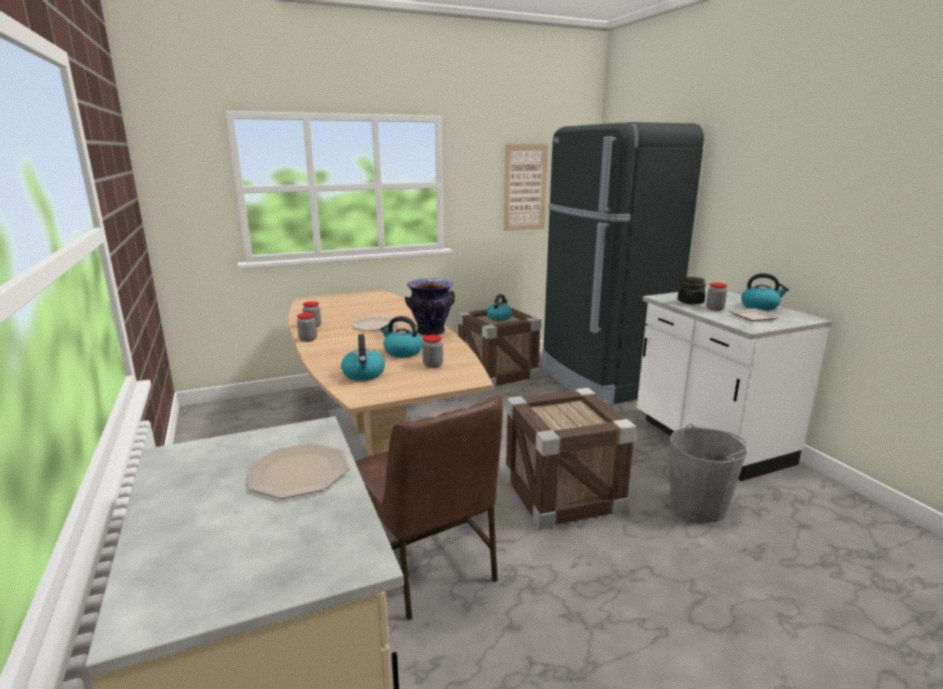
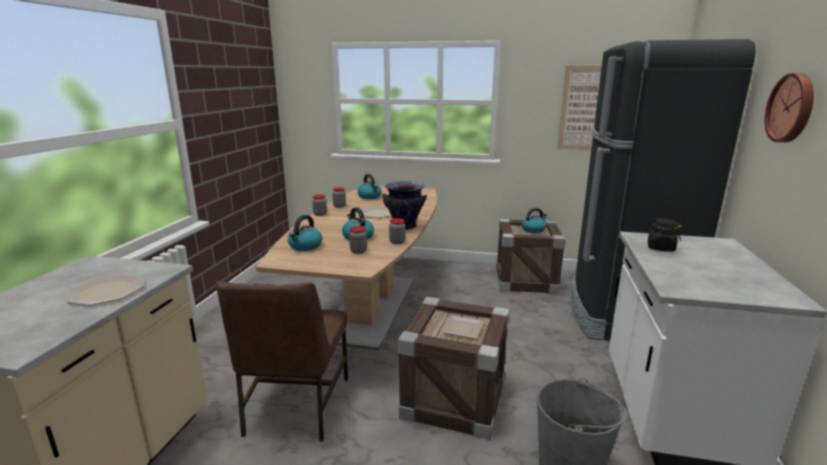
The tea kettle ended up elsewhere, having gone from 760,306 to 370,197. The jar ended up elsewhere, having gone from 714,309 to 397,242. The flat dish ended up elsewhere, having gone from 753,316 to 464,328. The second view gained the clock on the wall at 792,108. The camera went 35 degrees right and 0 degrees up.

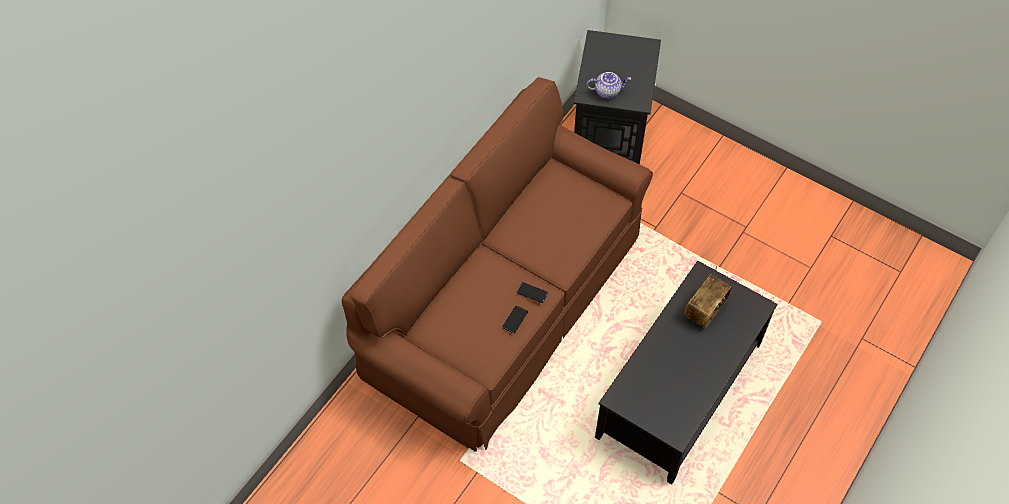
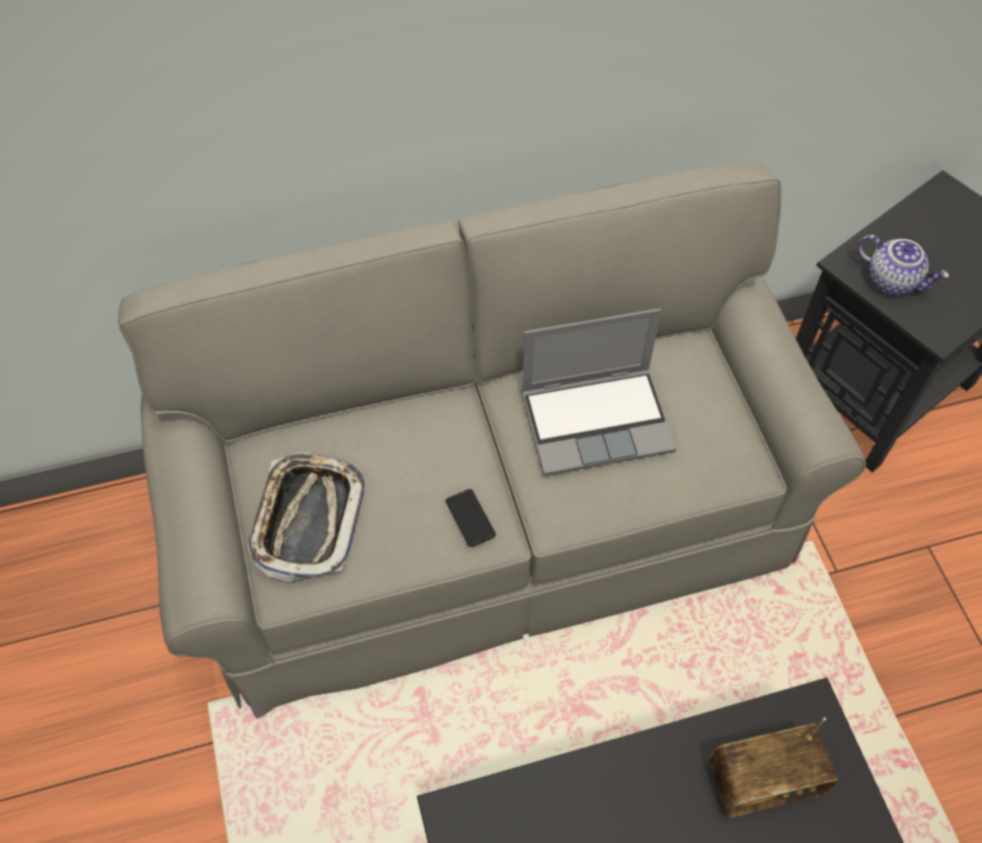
What was the brown-coloured sofa at 504,304 turned into the grey sofa at 490,519. The second view lost the telephone at 515,319. The second view gained the laptop at 598,420. The second view gained the carrying tray at 308,519. The camera went 40 degrees right and 0 degrees up.

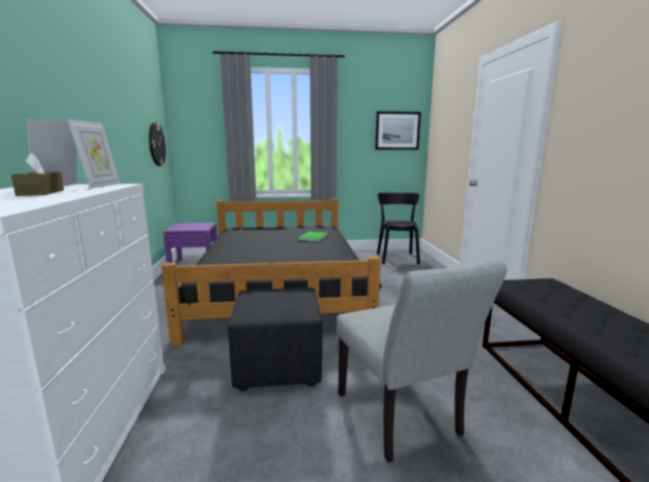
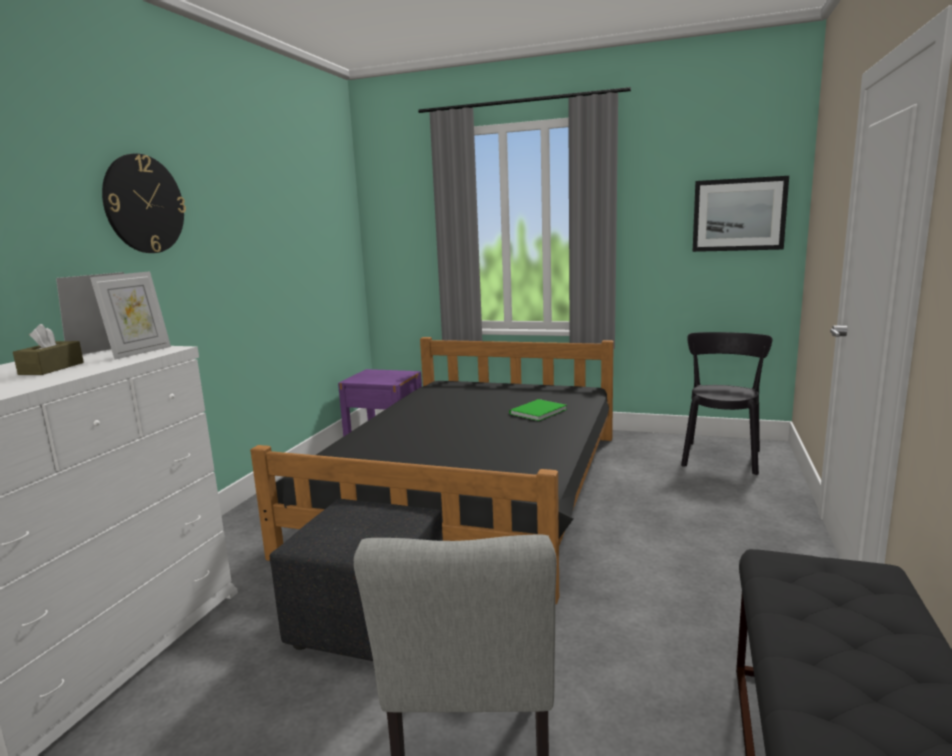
The clock on the wall ended up elsewhere, having gone from 156,144 to 144,204. The camera went 25 degrees right and 0 degrees up.

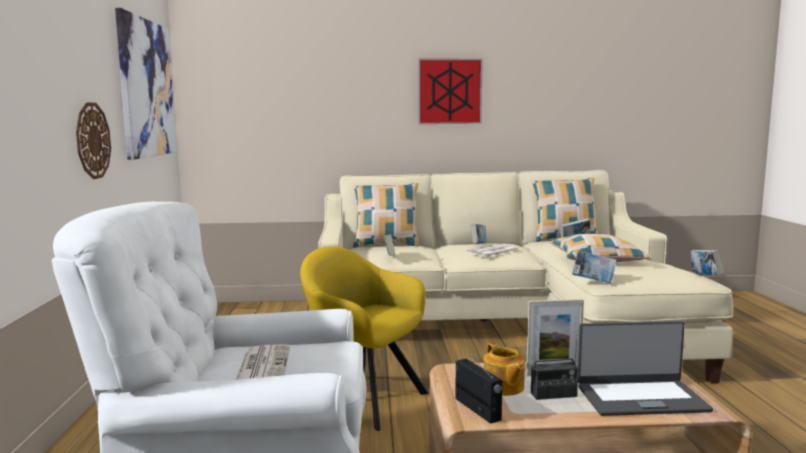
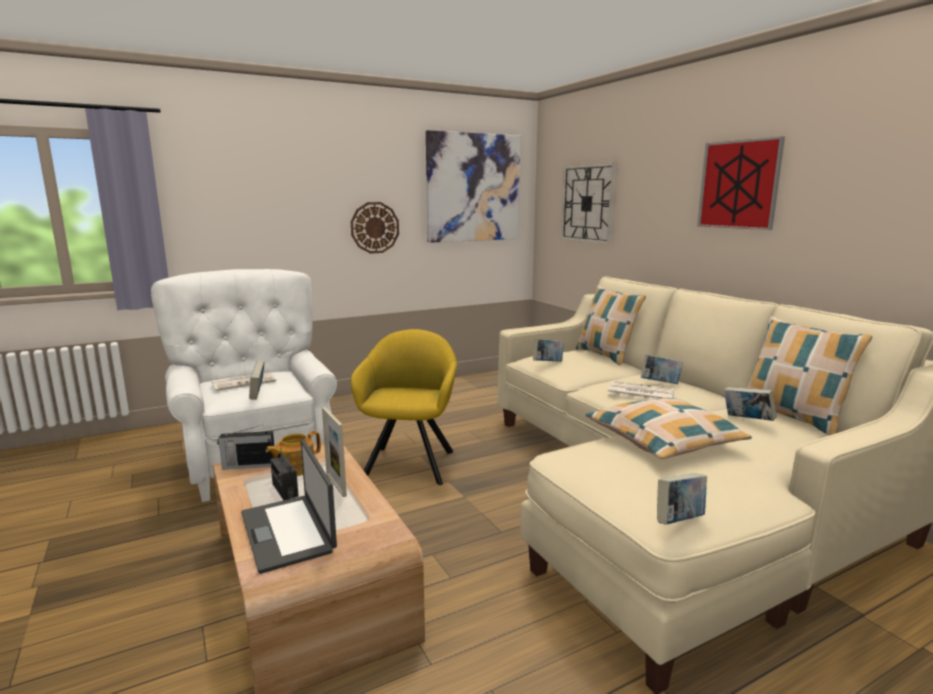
The bound book ended up elsewhere, having gone from 593,282 to 258,394. The radio receiver at 478,409 ended up facing another way, 45 degrees clockwise from before. The second view gained the clock on the wall at 587,203. The camera went 65 degrees right and 5 degrees up.

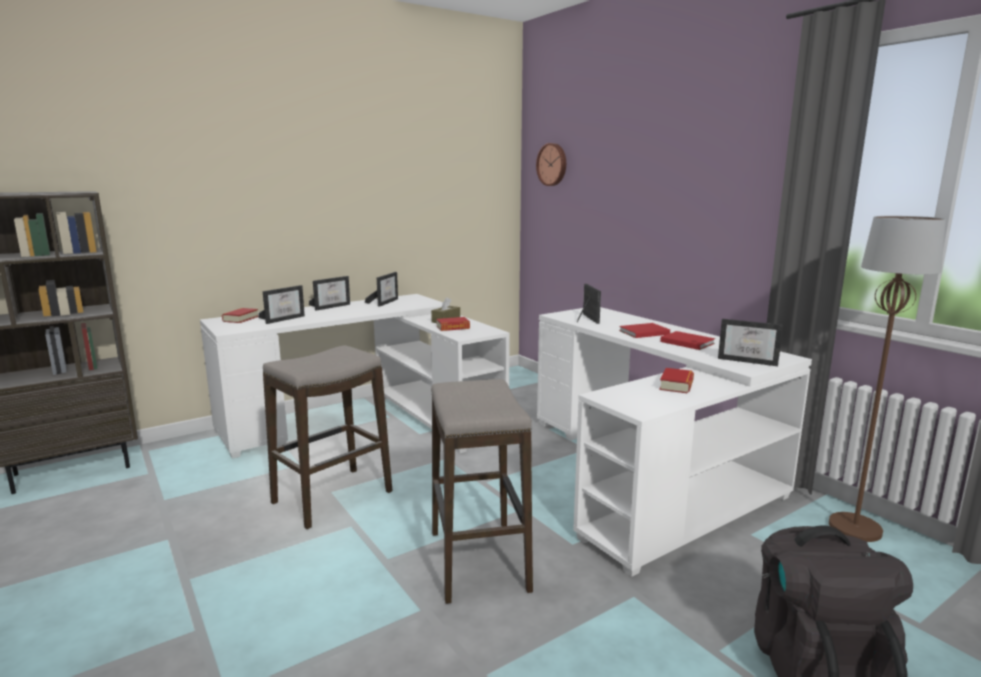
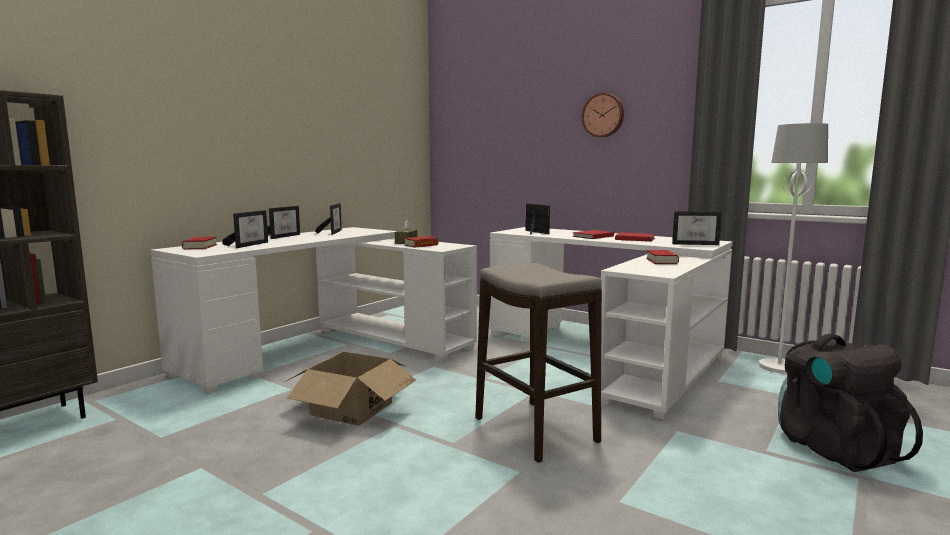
The clock on the wall ended up elsewhere, having gone from 552,164 to 603,115. What was the brown-coloured floor lamp at 855,528 turned into the white floor lamp at 779,367. Where the stool seat stood at 332,497, the packing box came to stand at 352,408. The camera went 20 degrees left and 5 degrees down.

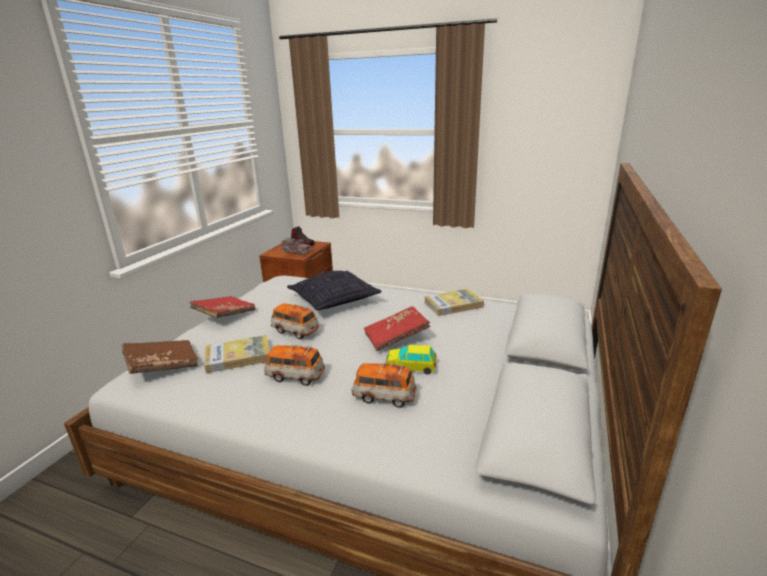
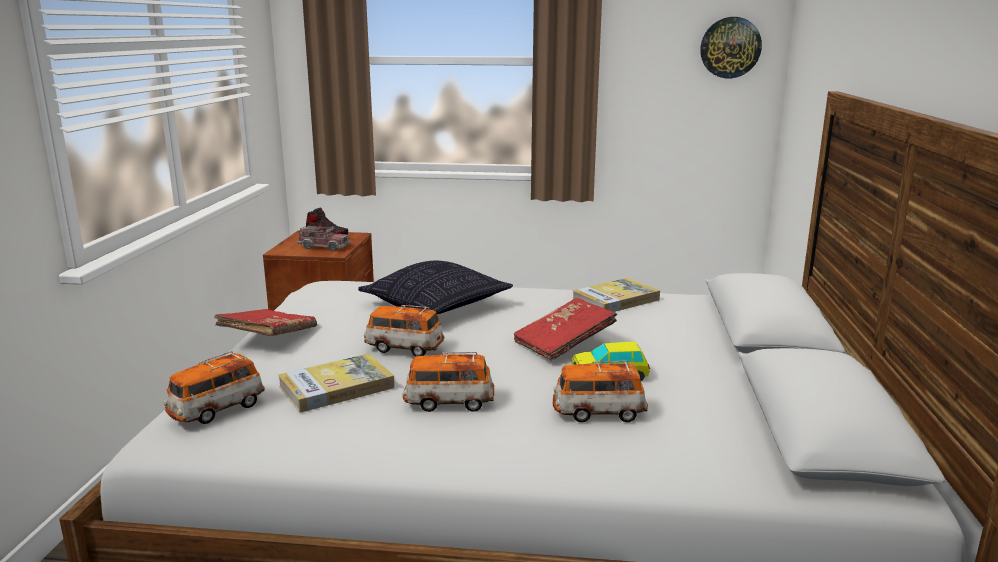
Where the brown-coloured bound book stood at 163,365, the model car came to stand at 217,410. The second view gained the clock on the wall at 730,47. The camera went 15 degrees left and 5 degrees down.

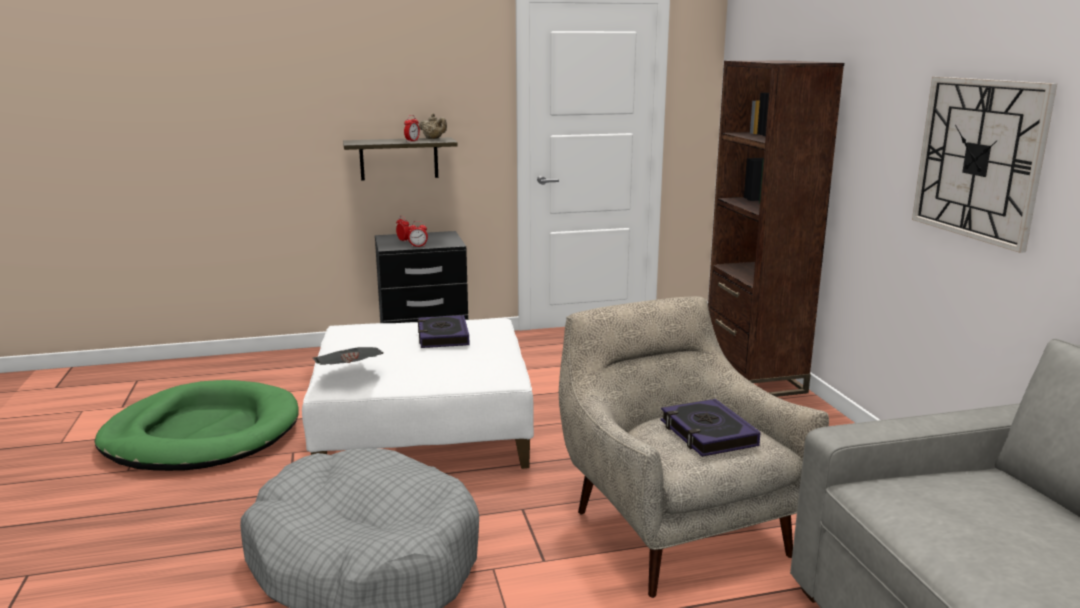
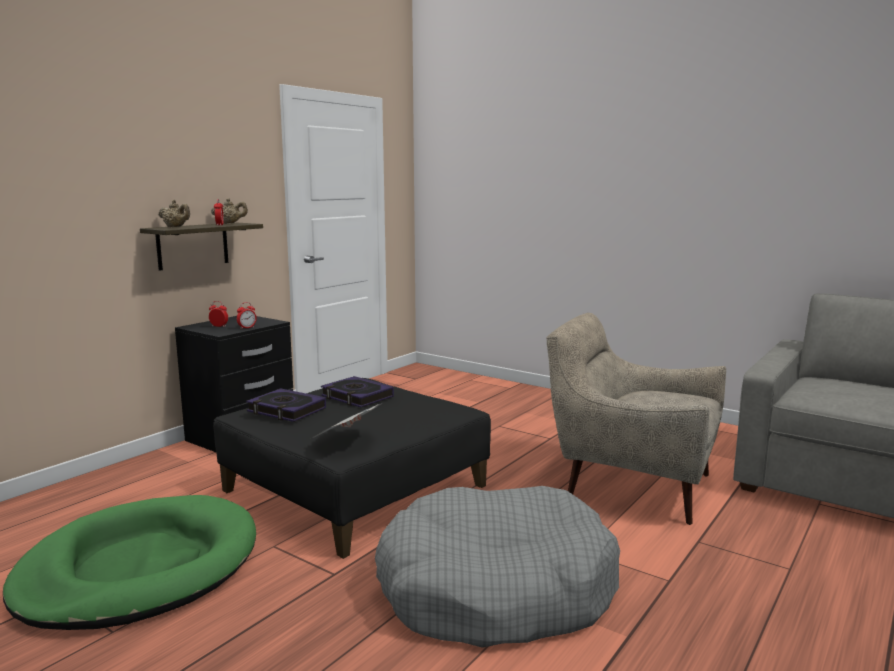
The second view lost the brown-coloured bookcase at 753,377. The second view lost the clock on the wall at 979,159. What was the white ottoman at 422,428 turned into the black ottoman at 355,488. The bound book ended up elsewhere, having gone from 707,434 to 286,410. The second view gained the sand-coloured pot for tea at 176,227. The camera went 40 degrees left and 5 degrees down.

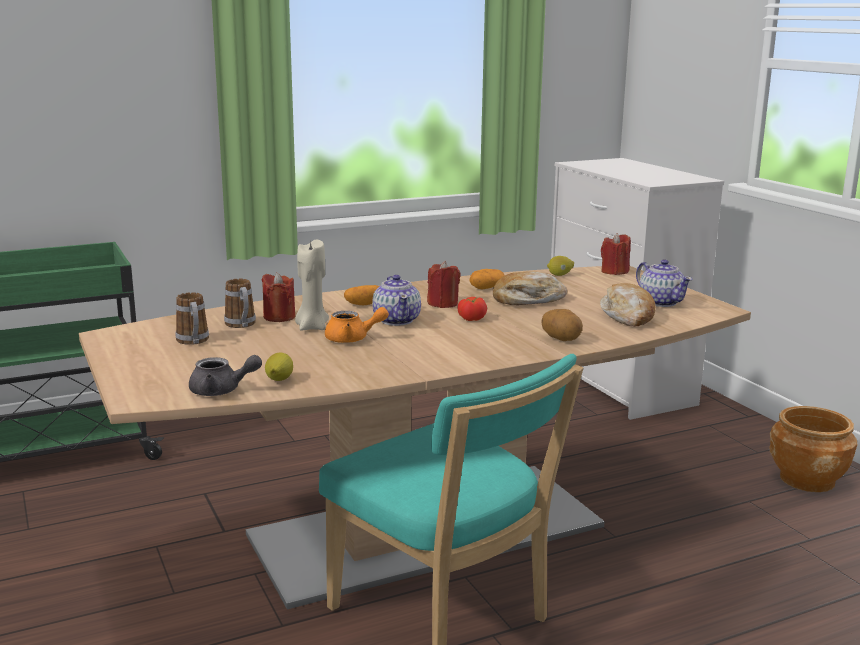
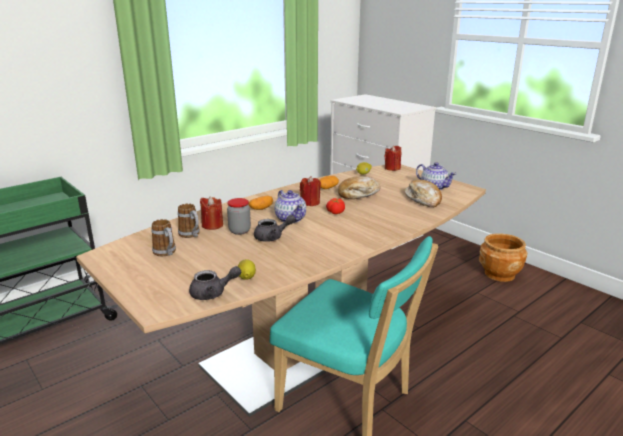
Where the sand-coloured candle stood at 312,327, the jar came to stand at 239,231. What was the orange-coloured pot for tea at 352,339 turned into the grey pot for tea at 272,237. The second view lost the potato at 561,339. The camera went 15 degrees left and 5 degrees up.

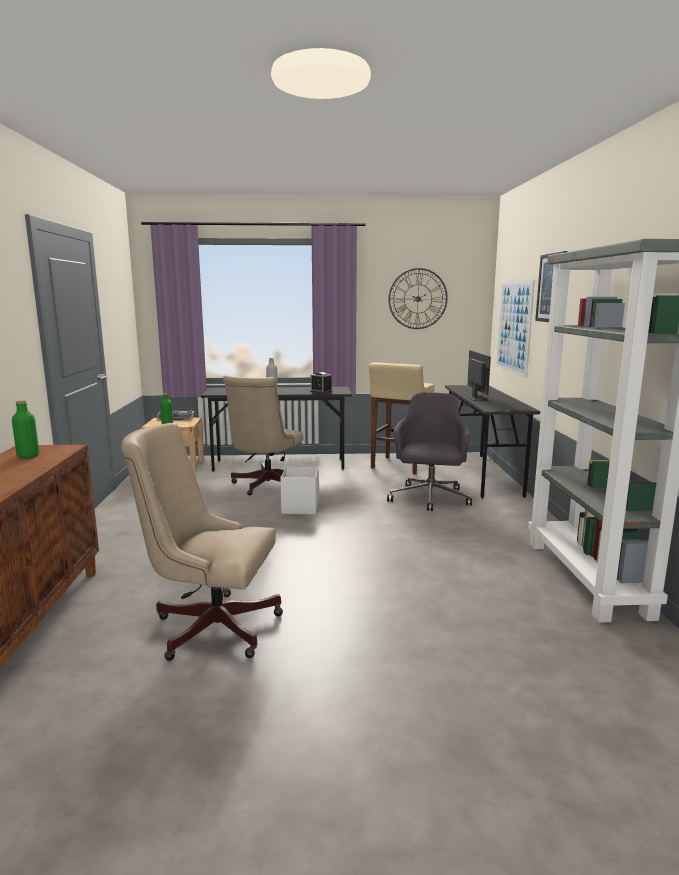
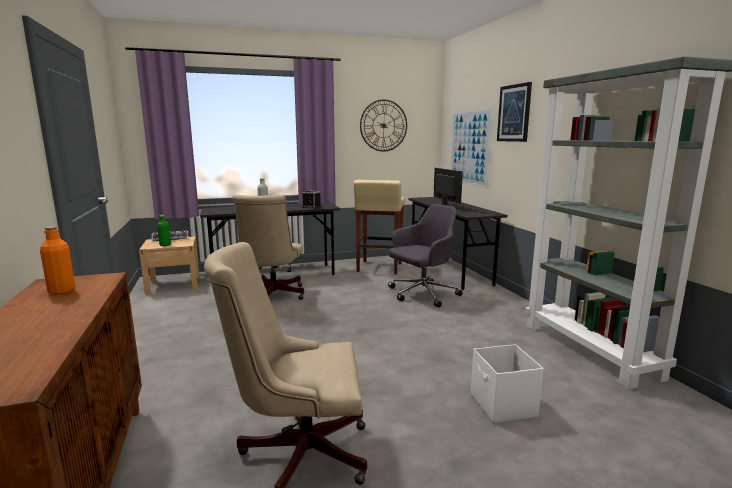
The grey computer chair at 429,498 ended up facing another way, 60 degrees clockwise from before. What was the green-coloured beverage bottle at 28,456 turned into the orange-coloured beverage bottle at 62,291. The white storage container ended up elsewhere, having gone from 300,508 to 502,406. The camera went 15 degrees left and 0 degrees up.

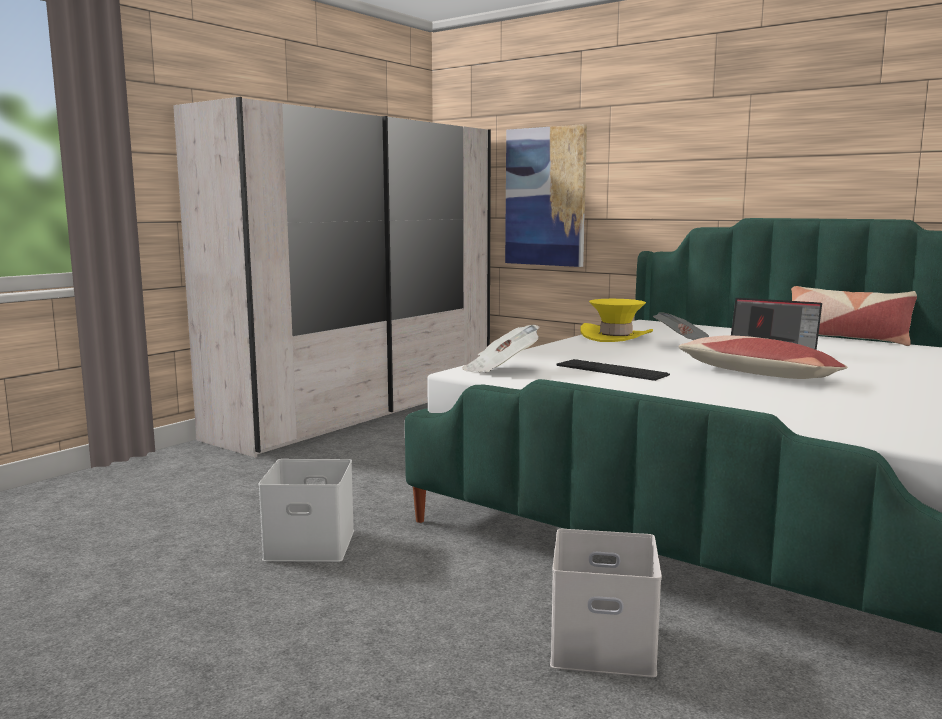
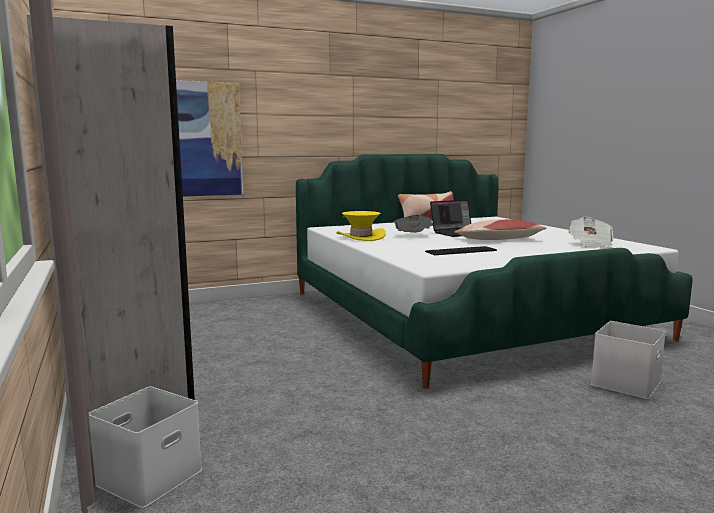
The daily paper ended up elsewhere, having gone from 501,369 to 590,245. The white storage container ended up elsewhere, having gone from 312,544 to 149,475. The camera went 60 degrees left and 0 degrees up.

